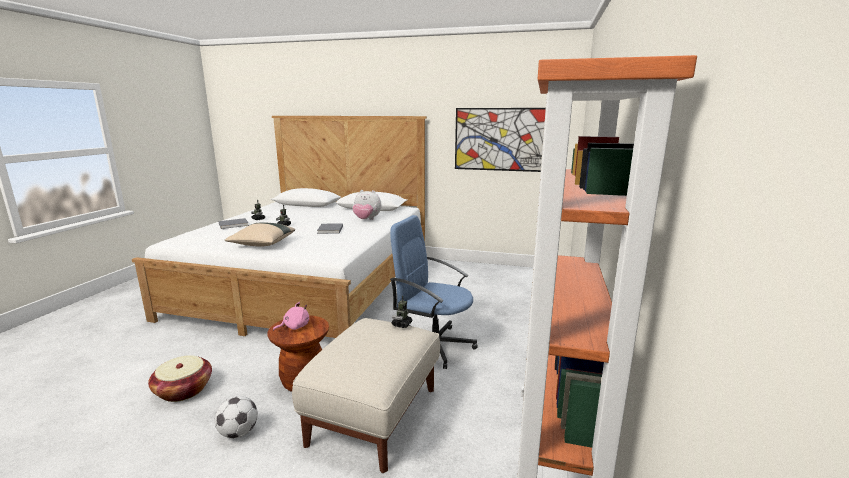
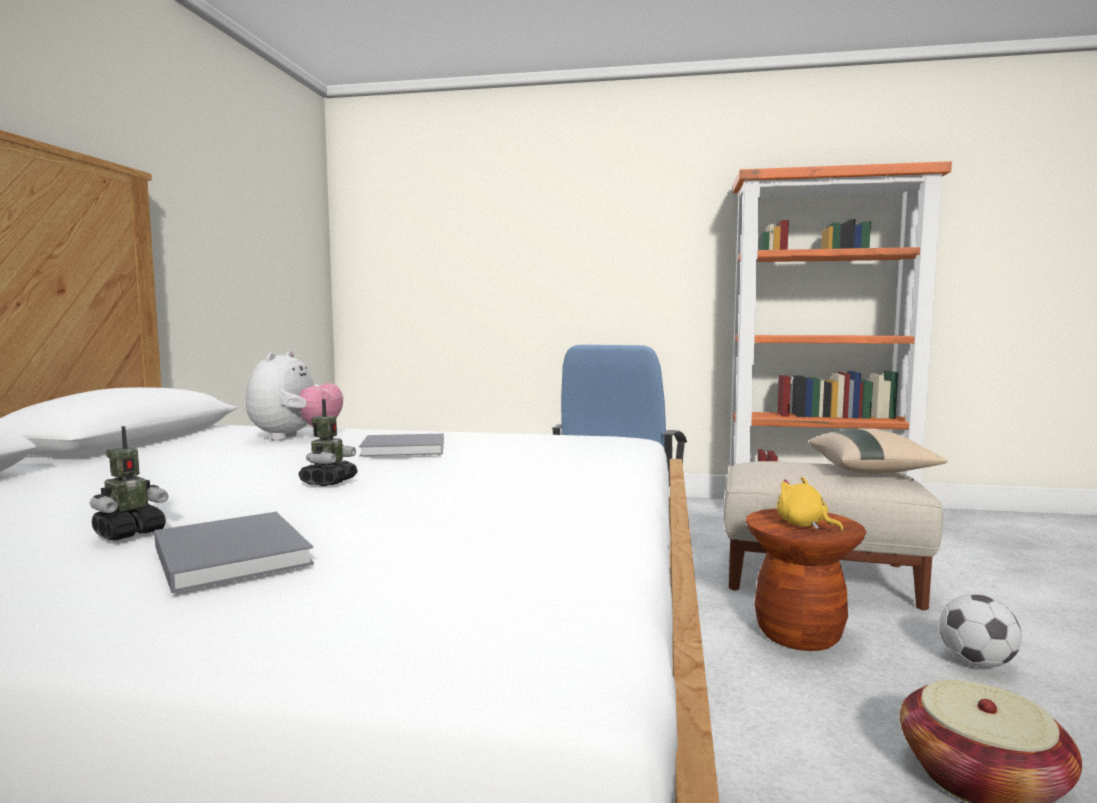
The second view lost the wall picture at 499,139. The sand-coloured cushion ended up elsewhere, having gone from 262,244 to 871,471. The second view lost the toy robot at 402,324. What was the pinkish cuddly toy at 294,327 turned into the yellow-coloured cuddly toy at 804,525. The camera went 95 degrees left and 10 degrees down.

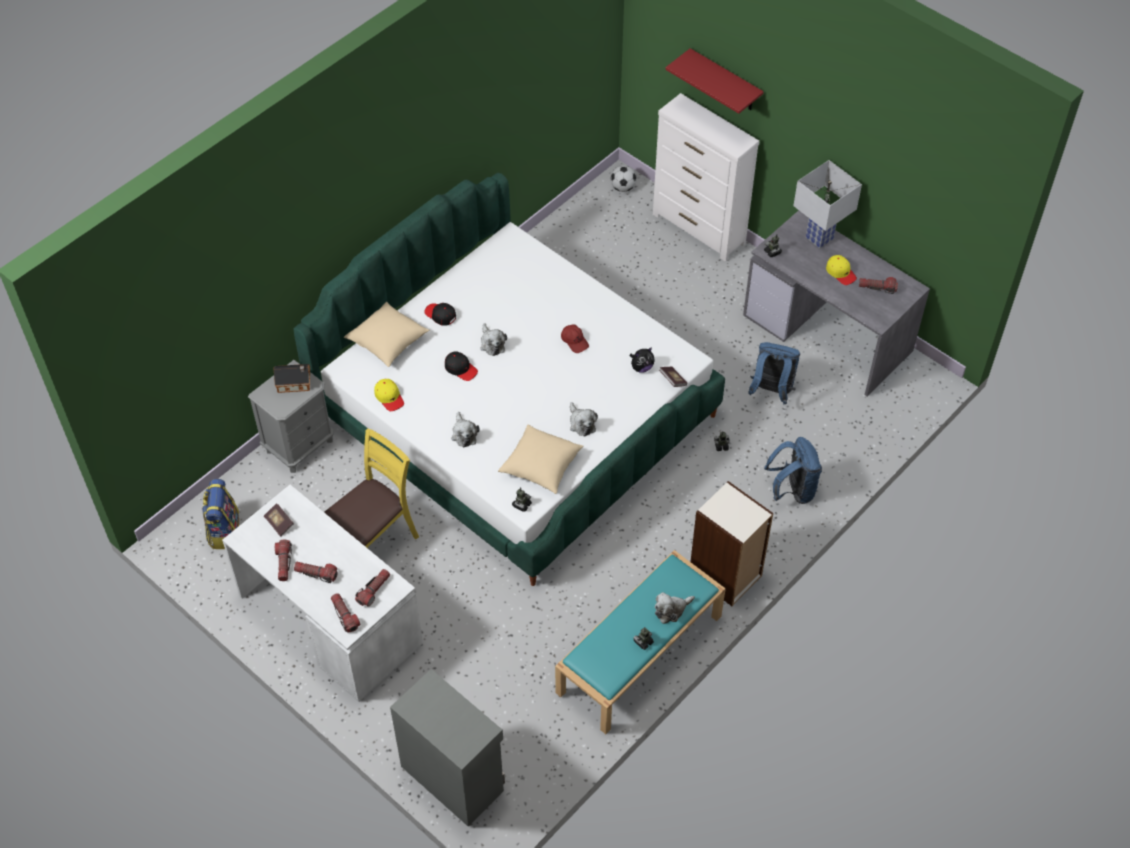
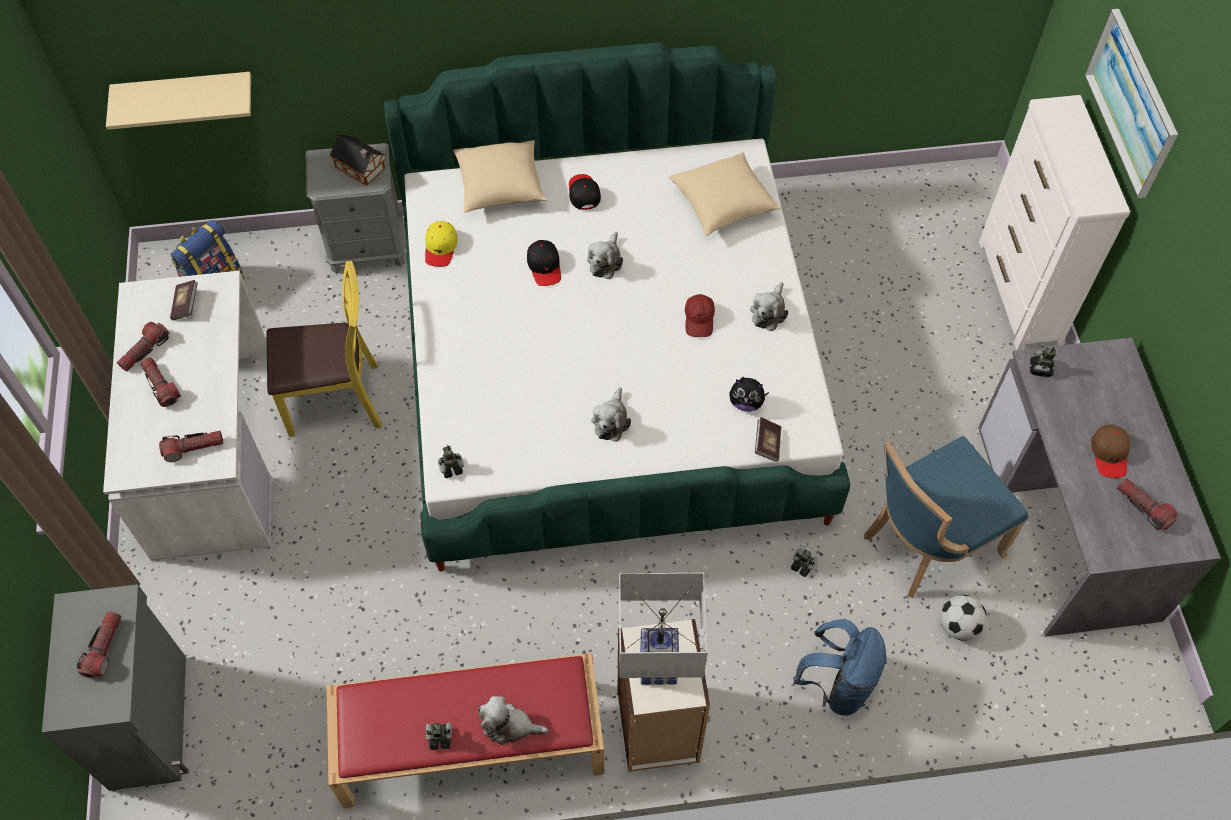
Where the reddish shelf hung at 725,81, the wall picture came to hang at 1132,102. The white tabletop lamp ended up elsewhere, having gone from 820,238 to 659,668. The football ball ended up elsewhere, having gone from 623,187 to 958,626. What was the yellow-coloured cap at 840,273 turned into the brown-coloured cap at 1109,454. Where the blue-coloured knapsack stood at 771,391, the blue-coloured upright chair came to stand at 926,543. The cuddly toy ended up elsewhere, having gone from 464,434 to 769,312. The sand-coloured cushion ended up elsewhere, having gone from 541,467 to 723,205. What was the blue-green bench at 639,655 turned into the reddish bench at 469,744. The flashlight ended up elsewhere, having gone from 345,615 to 104,648. The second view gained the sand-coloured shelf at 186,94. The camera went 40 degrees right and 5 degrees up.

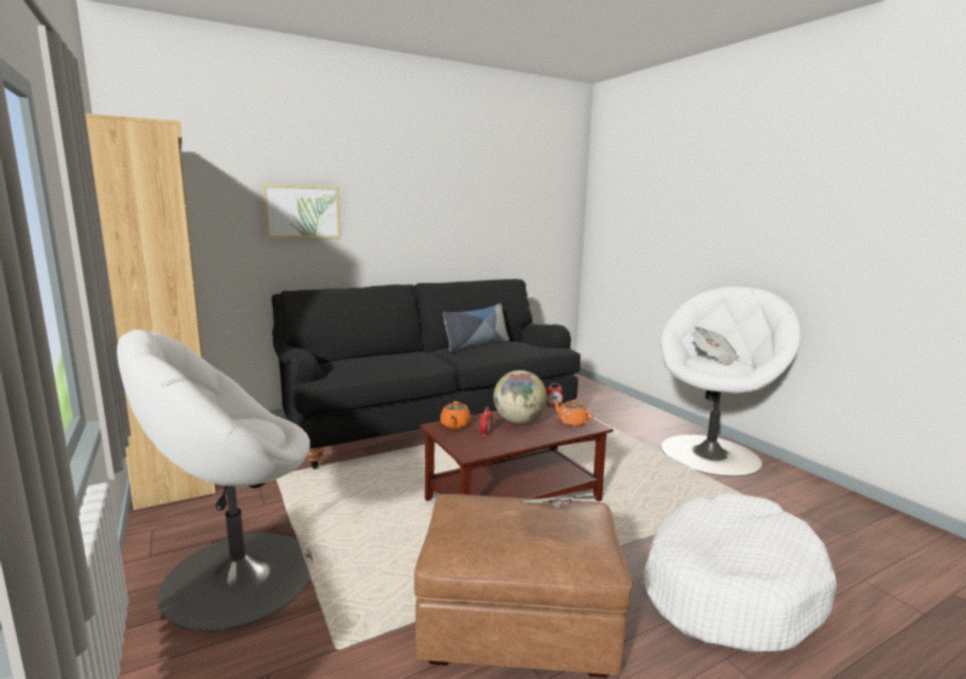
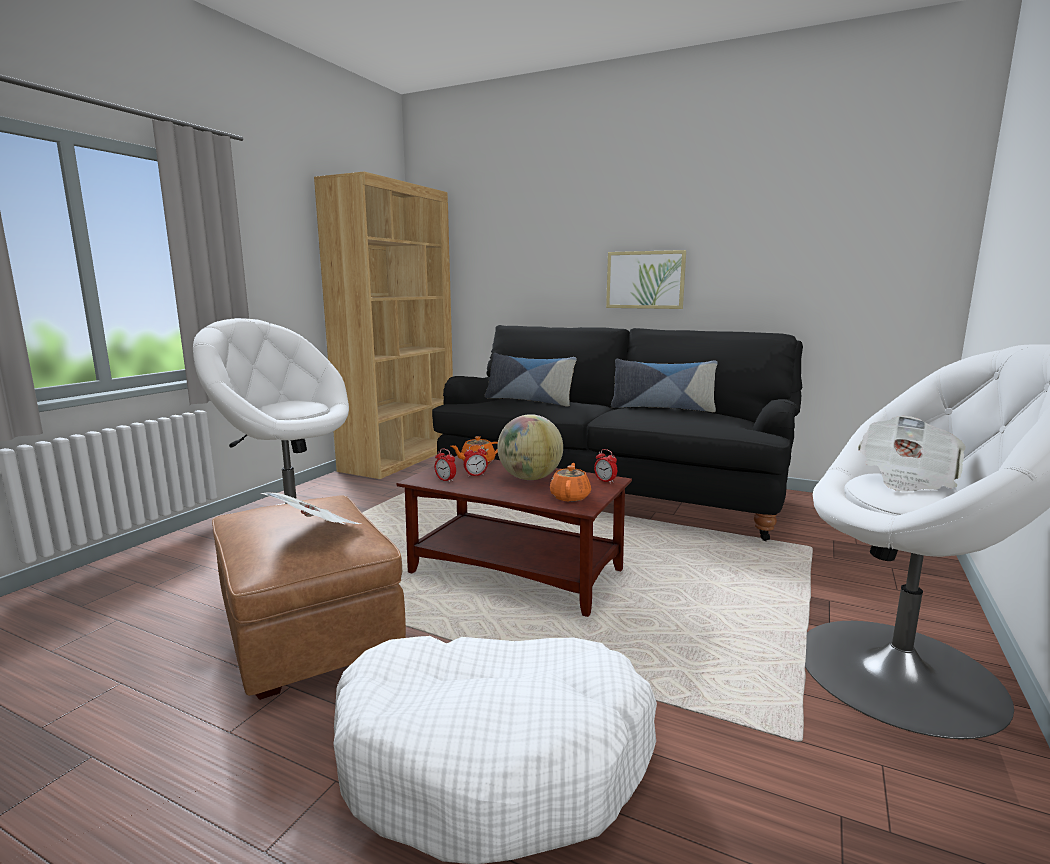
The wall picture ended up elsewhere, having gone from 302,212 to 645,280. The second view gained the cushion at 529,401. The second view gained the bedside clock at 445,480. The camera went 55 degrees right and 0 degrees up.

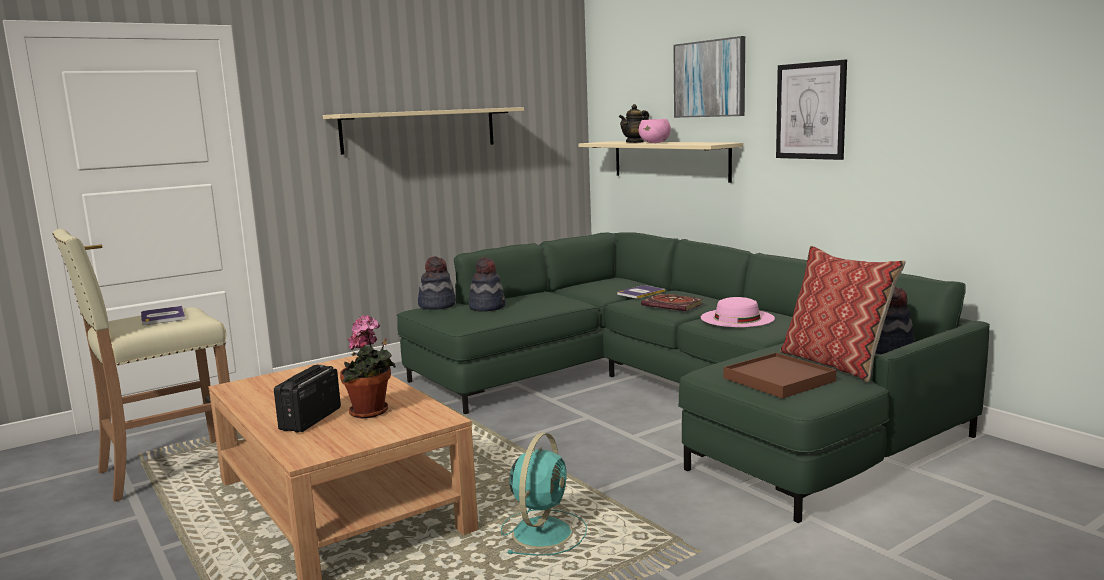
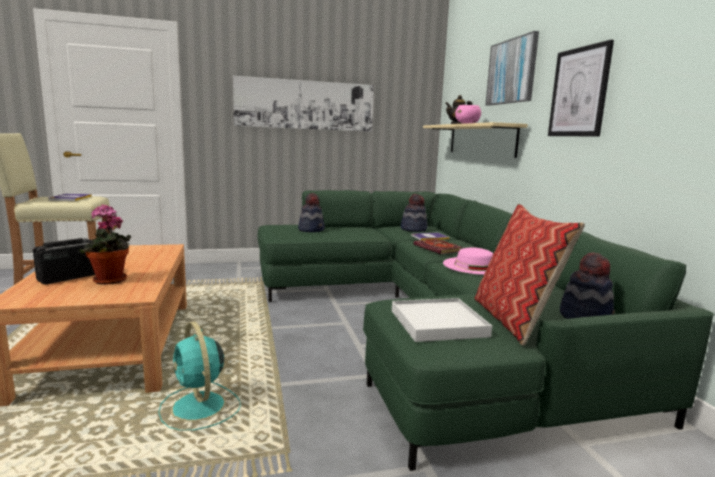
Where the sand-coloured shelf hung at 419,130, the wall picture came to hang at 305,105. The clothing hat ended up elsewhere, having gone from 437,305 to 413,229. What was the brown-coloured carrying tray at 779,379 turned into the white carrying tray at 438,323. The blue-green fan at 543,531 ended up facing another way, 105 degrees clockwise from before. The camera went 20 degrees right and 0 degrees up.

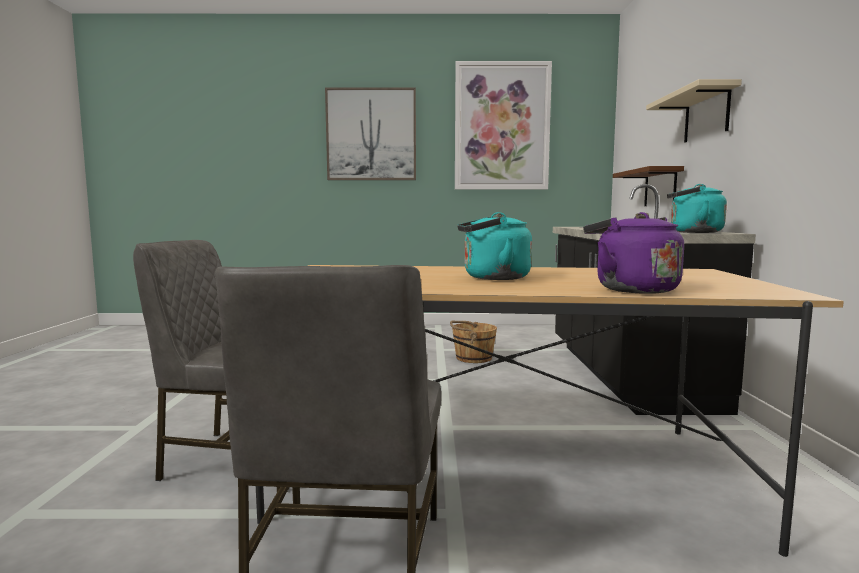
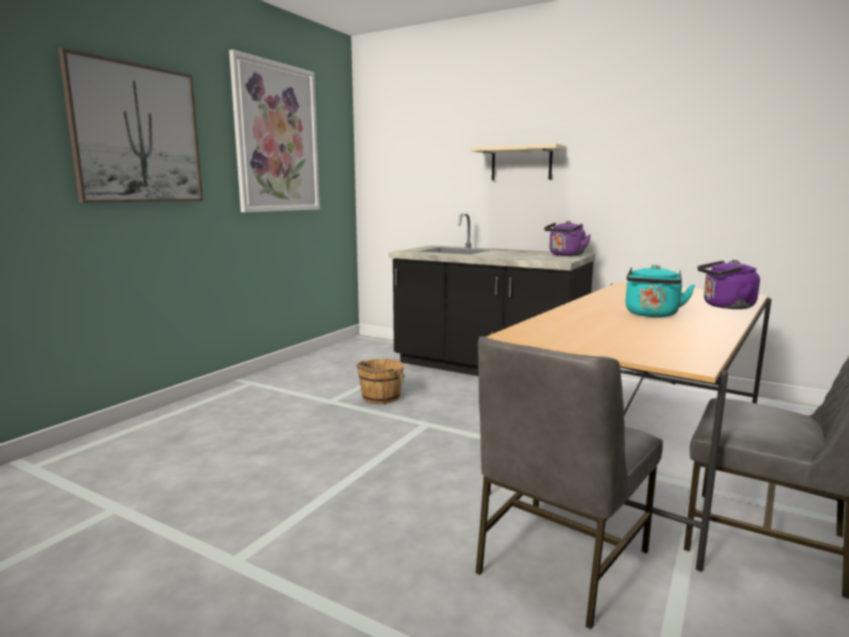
The second view lost the brown-coloured shelf at 660,188. What was the blue-green tea kettle at 692,232 turned into the purple tea kettle at 565,255. The camera went 60 degrees left and 5 degrees up.

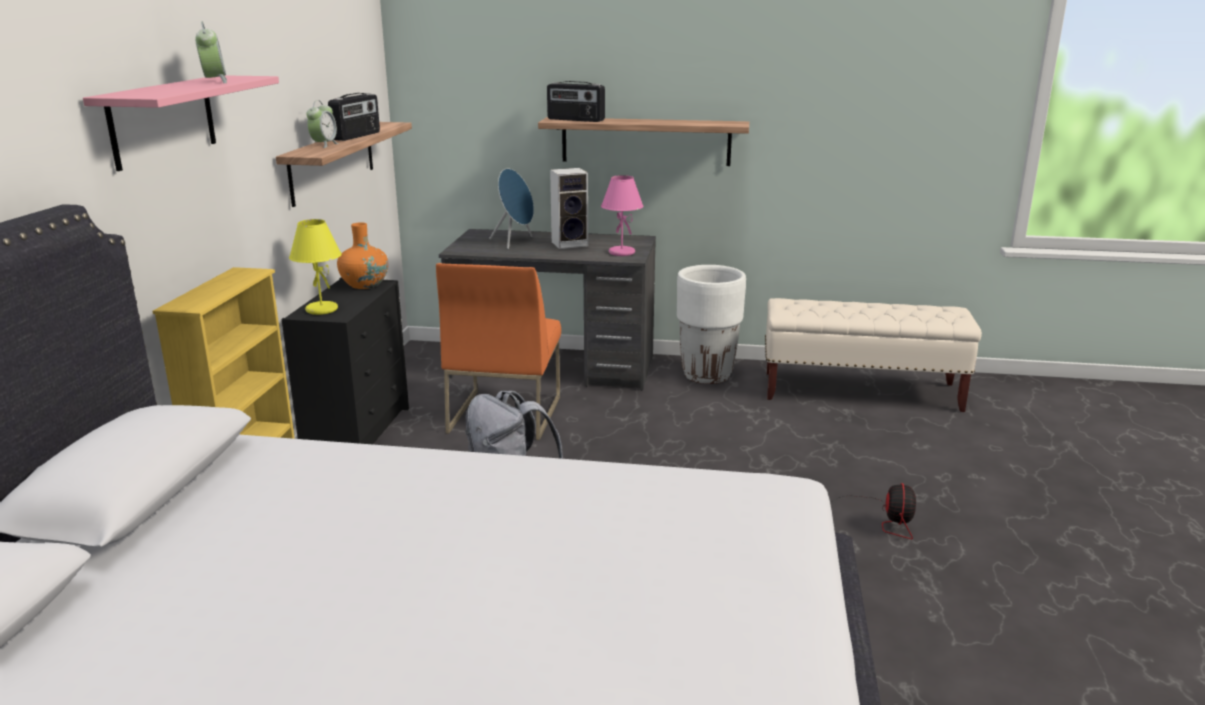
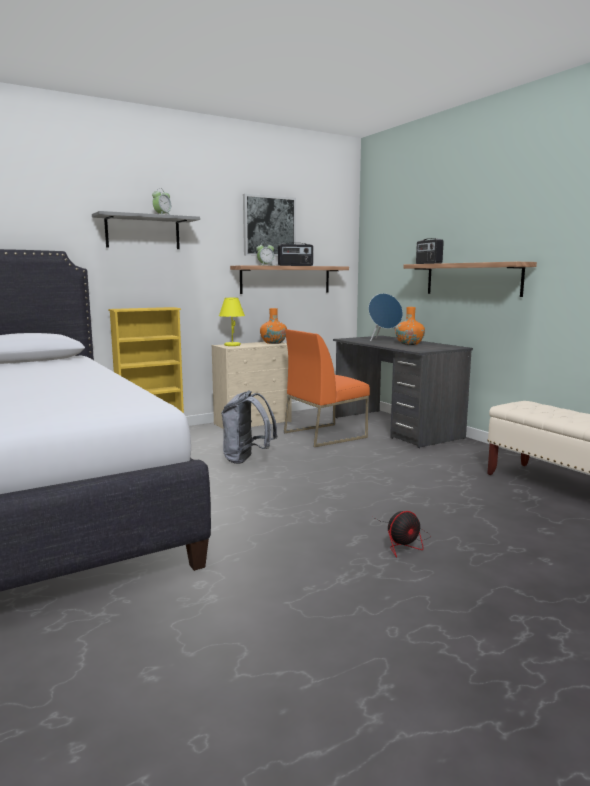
What was the pinkish shelf at 163,121 turned into the grey shelf at 143,232. Where the speaker stood at 571,244, the orange-coloured flower vase came to stand at 409,344. The second view lost the pinkish tabletop lamp at 621,253. The second view lost the white flower pot at 707,375. What was the black chest of drawers at 358,432 turned into the sand-coloured chest of drawers at 253,422. The second view gained the wall picture at 269,226. The camera went 50 degrees right and 10 degrees down.

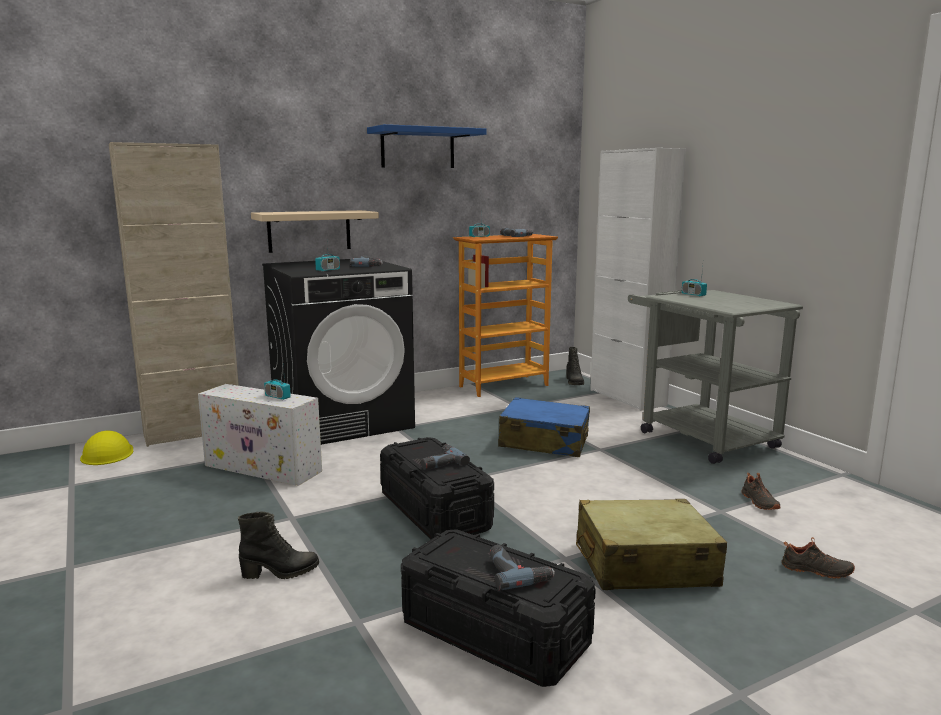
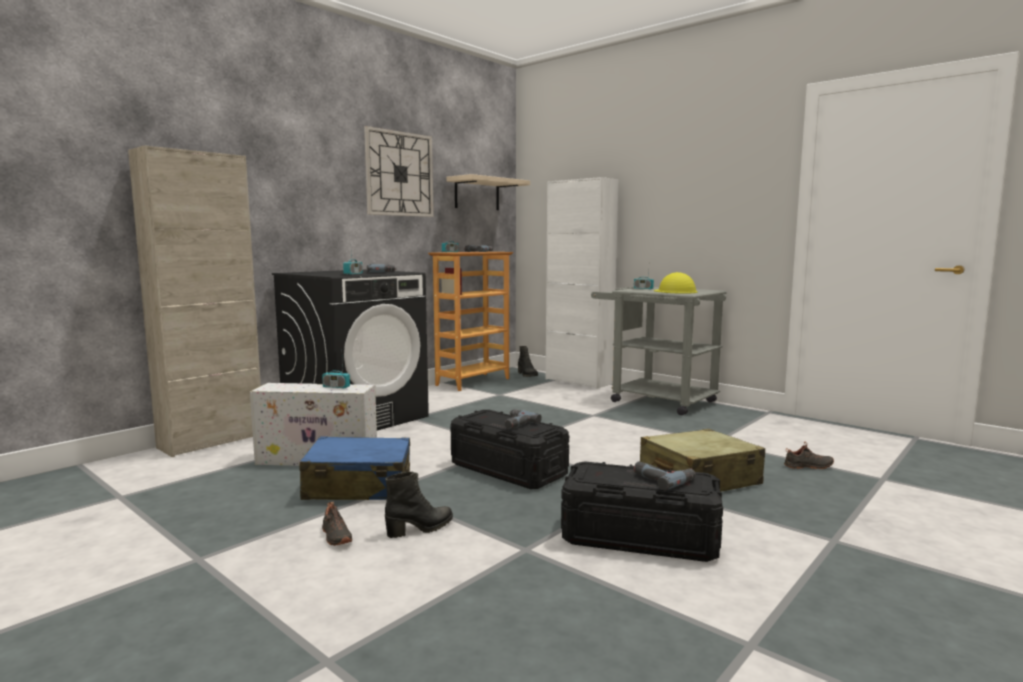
Where the blue-coloured shelf hung at 418,148, the clock on the wall came to hang at 399,174. The sand-coloured shelf ended up elsewhere, having gone from 309,231 to 477,194. The blue-coloured suitcase ended up elsewhere, having gone from 544,442 to 358,486. The yellow-coloured hard hat ended up elsewhere, having gone from 107,454 to 675,291. The black low shoe ended up elsewhere, having gone from 758,502 to 335,536. The camera went 20 degrees left and 5 degrees down.

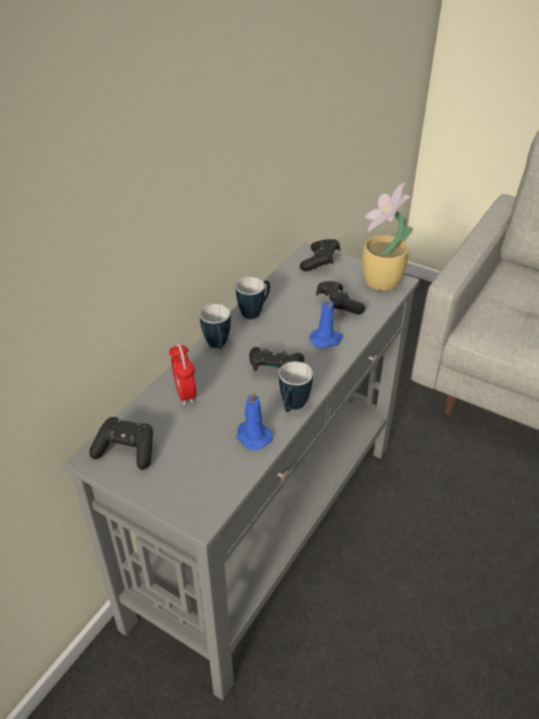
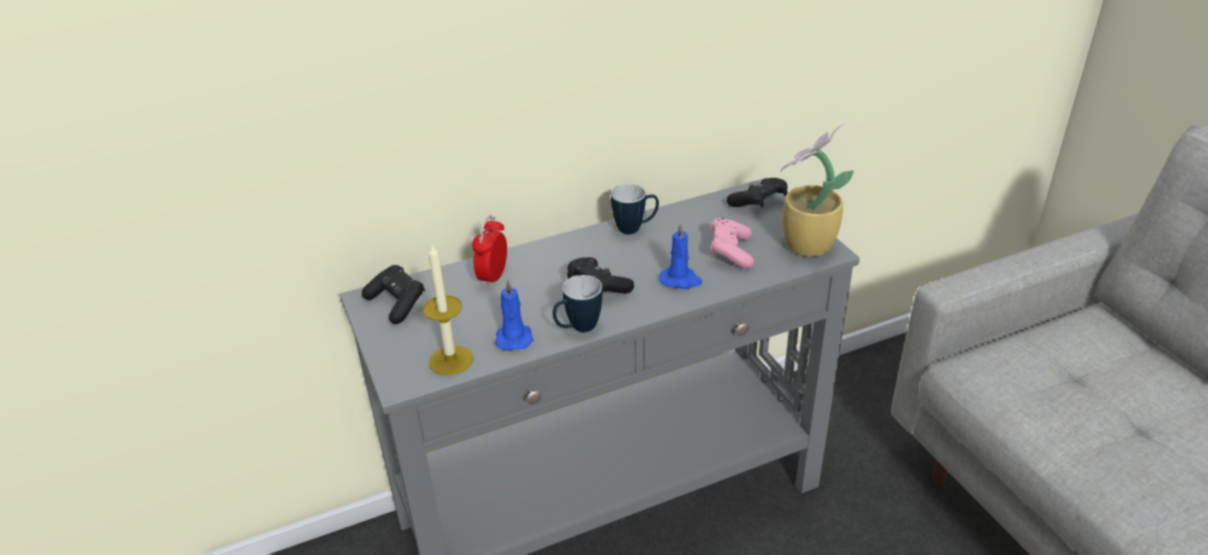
What was the black joypad at 338,306 turned into the pinkish joypad at 730,252. The second view lost the tea mug at 218,347. The second view gained the candle at 451,360. The camera went 35 degrees right and 5 degrees down.

